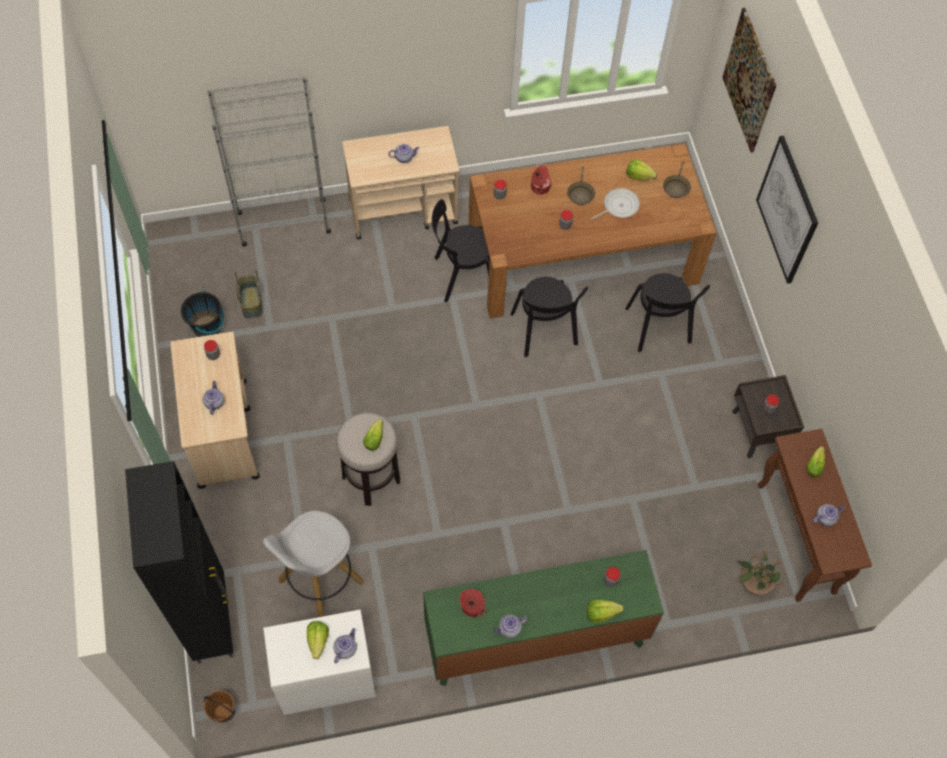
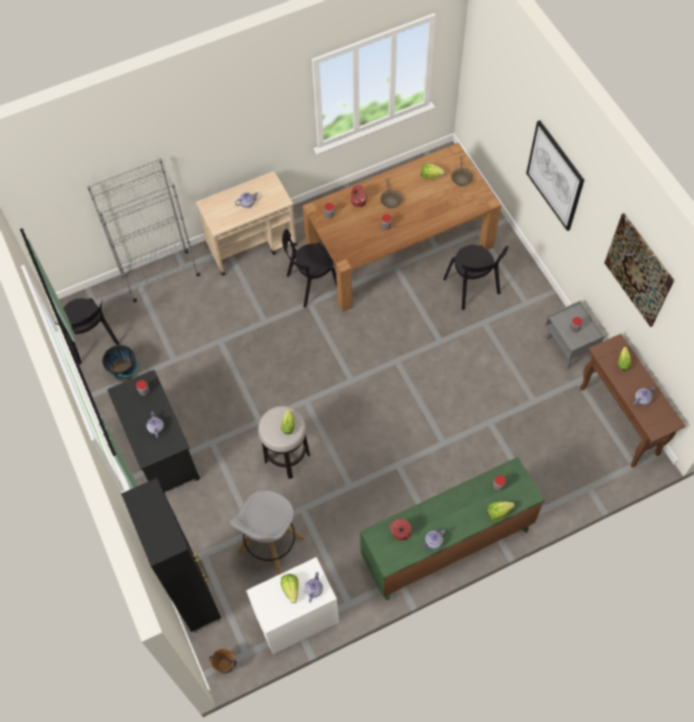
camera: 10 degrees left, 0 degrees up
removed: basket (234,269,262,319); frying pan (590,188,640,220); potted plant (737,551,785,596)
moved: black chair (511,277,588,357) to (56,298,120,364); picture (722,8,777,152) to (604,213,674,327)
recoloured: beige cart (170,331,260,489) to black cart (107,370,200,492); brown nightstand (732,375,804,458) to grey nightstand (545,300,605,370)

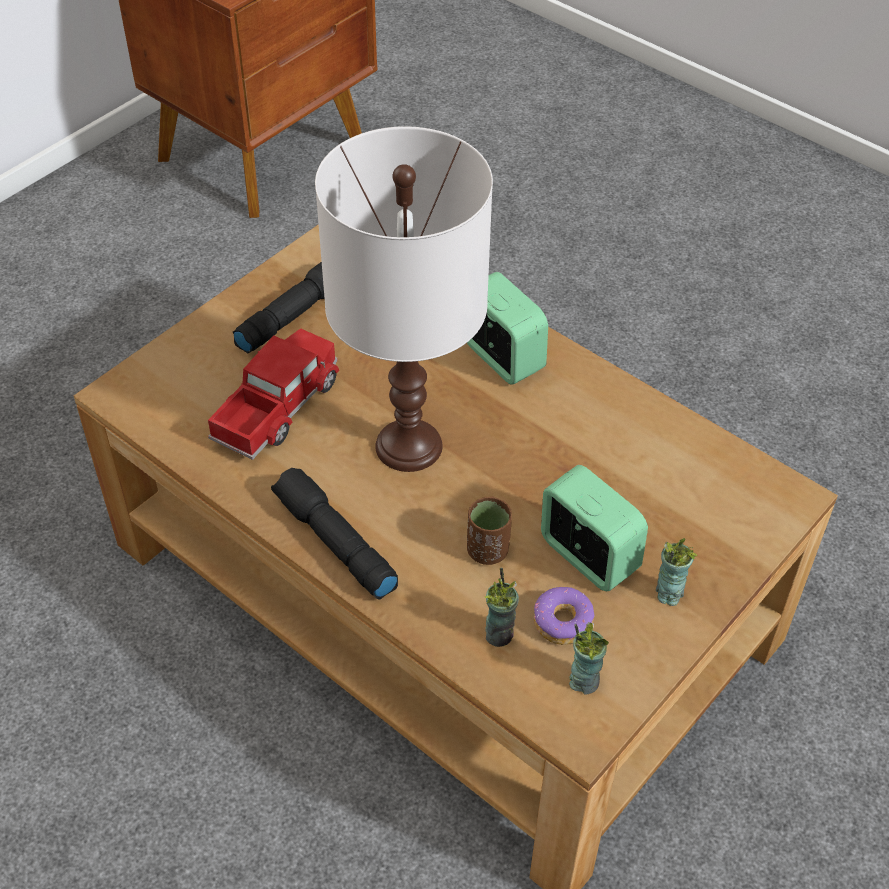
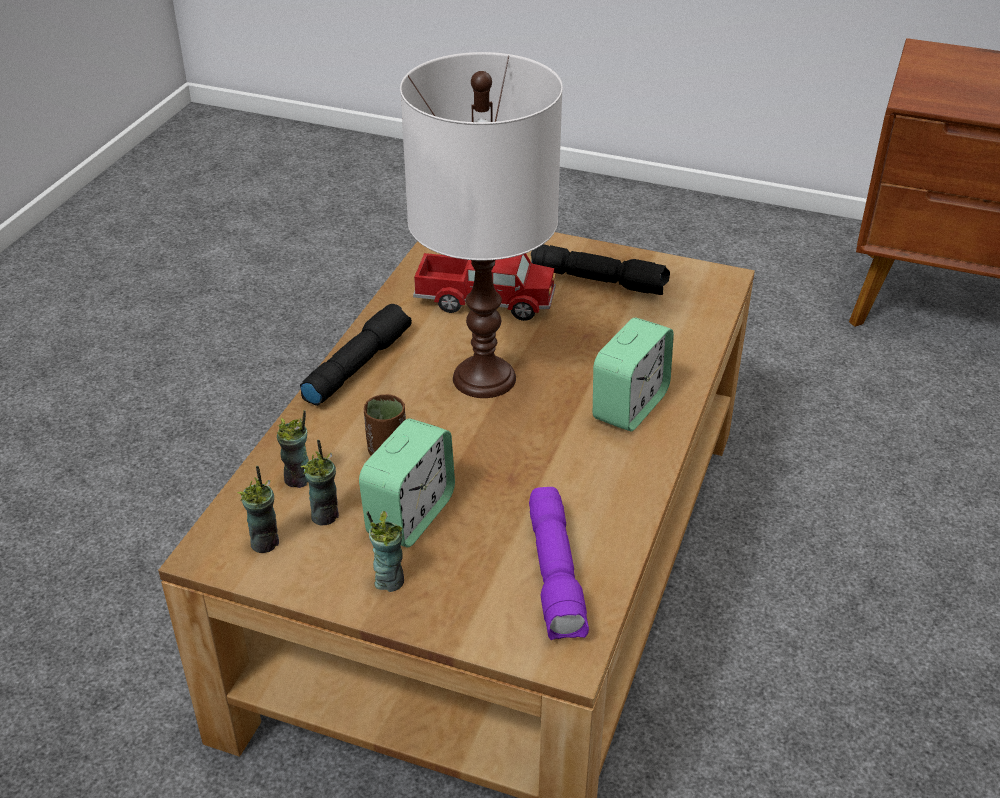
camera: 70 degrees right, 10 degrees down
added: purple flashlight (529,487,589,640)
replaced: donut (534,587,594,645) to cup (301,440,339,526)

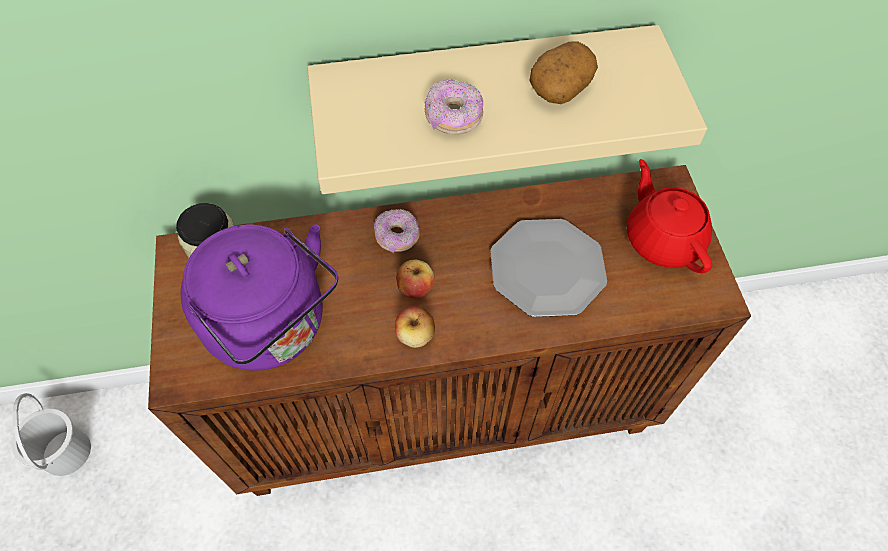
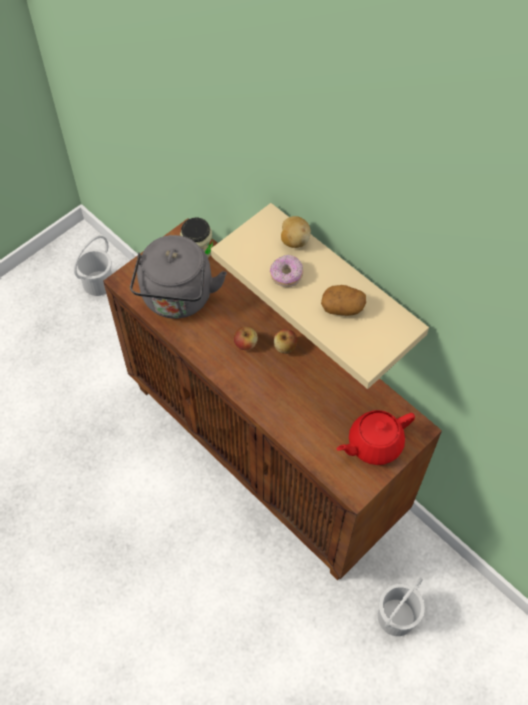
camera: 55 degrees right, 0 degrees up
removed: donut (374,209,420,253); plate (490,219,607,317)
added: potato (281,216,311,248); white bucket (378,578,425,636)
moved: apple (395,306,435,348) to (274,329,297,354)
recoloured: purple kettle (180,224,338,371) to grey kettle (130,235,227,319)
turned: red teapot (627,159,712,273) = (337,410,415,465) 150 degrees counterclockwise

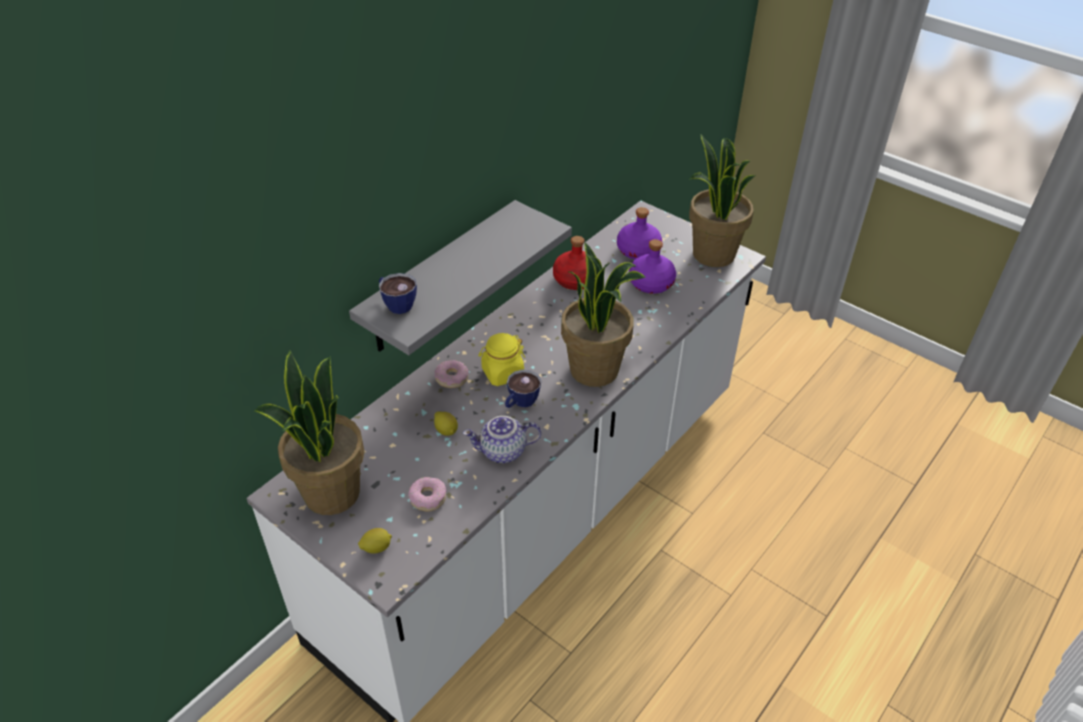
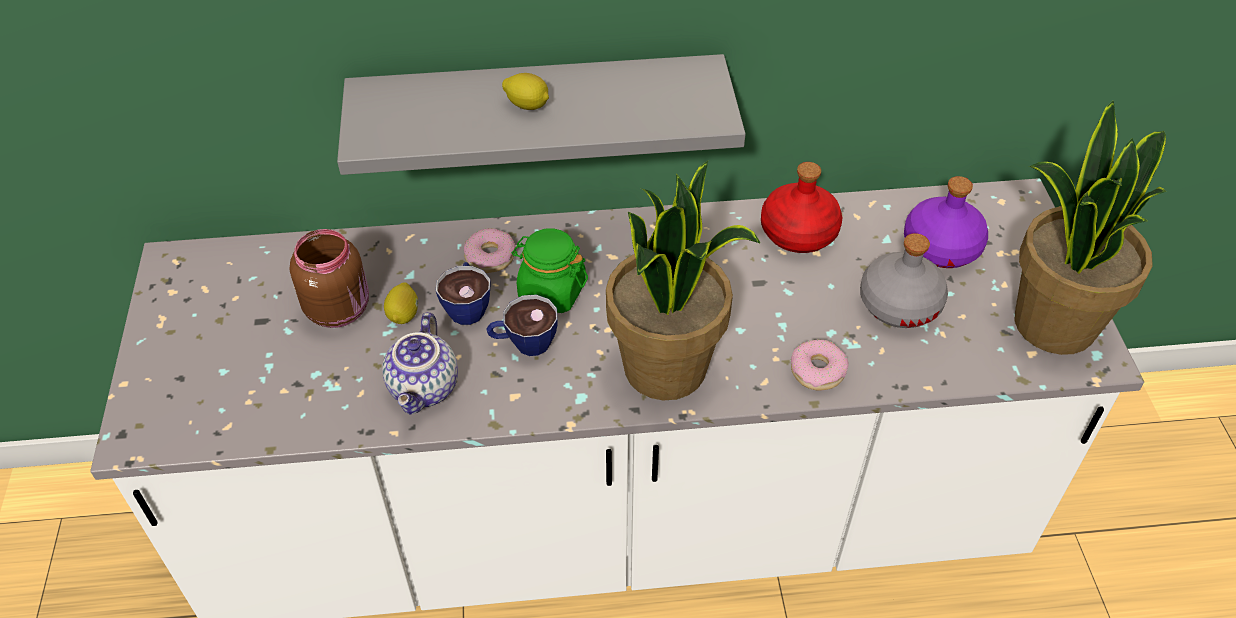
camera: 45 degrees right, 5 degrees up
removed: potted plant (254,350,365,515)
added: brown jar (290,229,369,328)
moved: cup (379,273,417,314) to (436,262,491,325); lemon (358,528,392,554) to (502,73,549,110); donut (408,477,447,511) to (791,339,849,391)
recoloured: yellow jar (478,333,525,386) to green jar (512,229,588,313); purple bottle (629,239,676,294) to grey bottle (860,233,948,328)
turned: teapot (463,416,541,463) = (382,312,458,415) 120 degrees counterclockwise

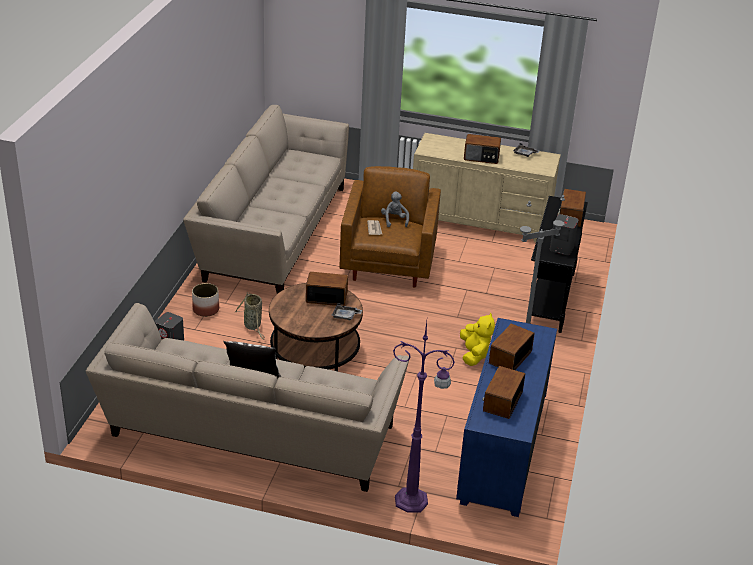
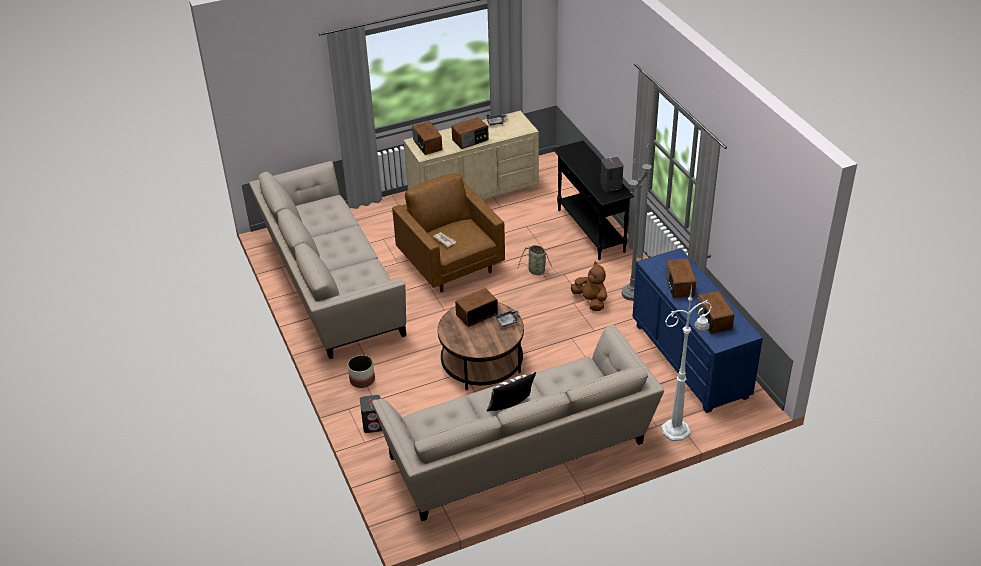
camera: 35 degrees left, 5 degrees up
removed: grey plush toy (381,191,409,227)
moved: radio (558,189,586,227) to (412,121,442,155); basket (234,292,266,339) to (517,245,562,276)
recoloured: yellow plush toy (460,313,495,366) to brown plush toy (571,262,607,311); purple floor lamp (393,321,455,513) to white floor lamp (661,286,712,441)

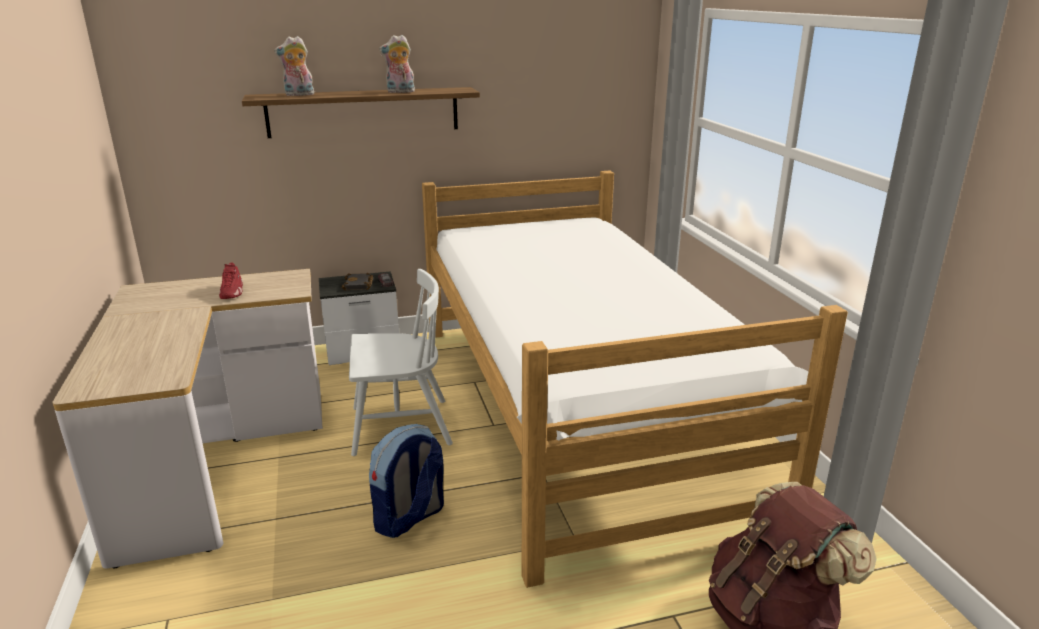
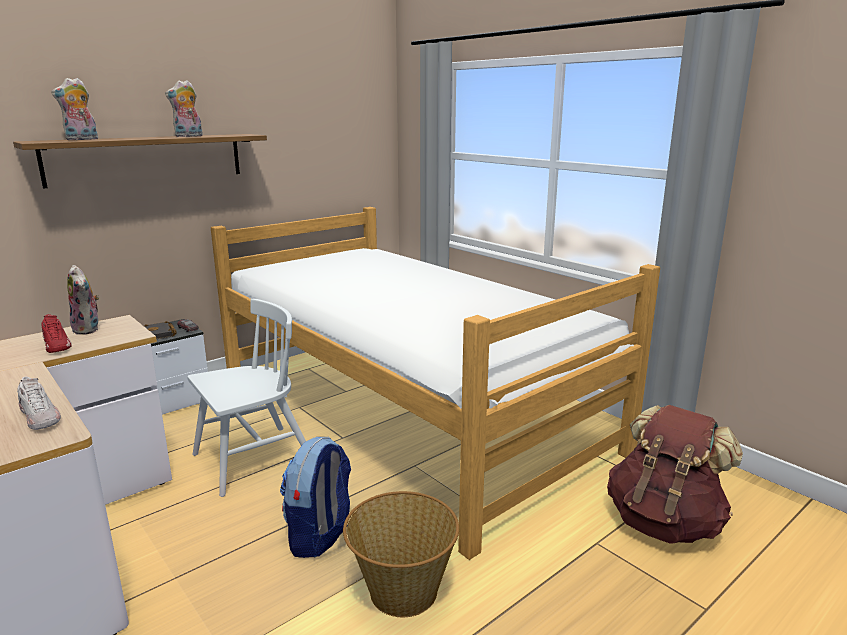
camera: 25 degrees left, 5 degrees down
added: white shoe (17,376,61,430); plush toy (67,265,99,335); basket (343,491,459,617)

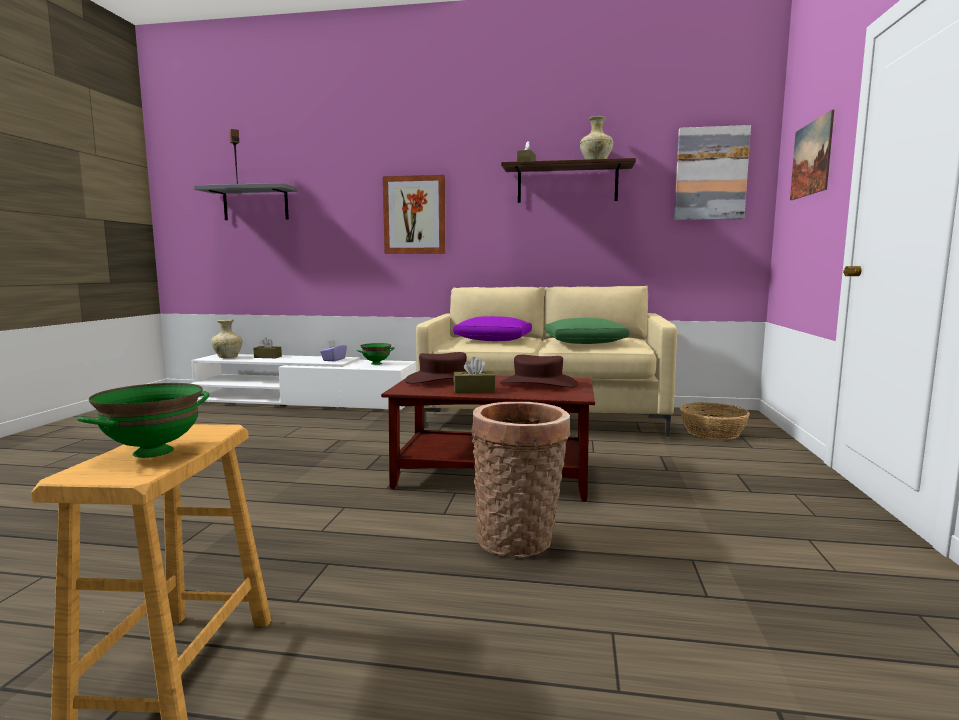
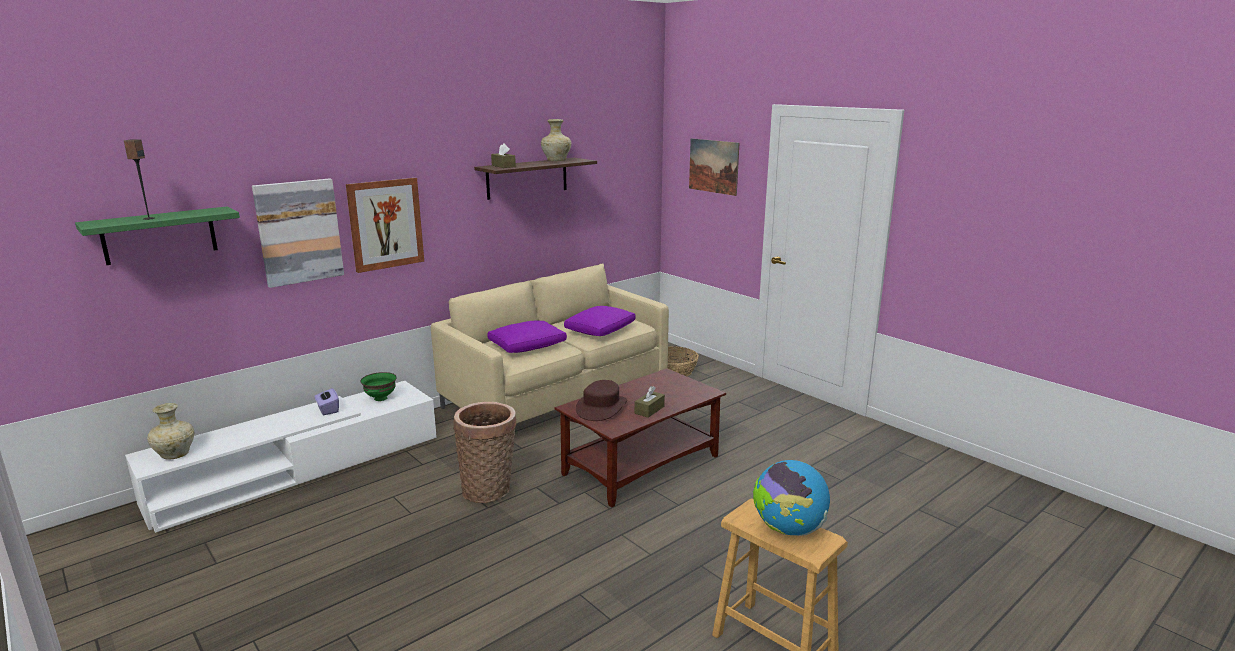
camera: 50 degrees left, 10 degrees up
removed: brown tissue box (253,337,282,358); brown hat (500,355,578,388)
moved: picture (674,125,751,220) to (252,178,344,288); basket (471,402,570,557) to (453,402,517,503)
replaced: green bowl (77,383,209,458) to globe (753,460,830,536)
recoloured: grey shelf (194,183,298,220) to green shelf (75,206,240,265); green pillow (545,318,629,344) to purple pillow (564,306,636,336)

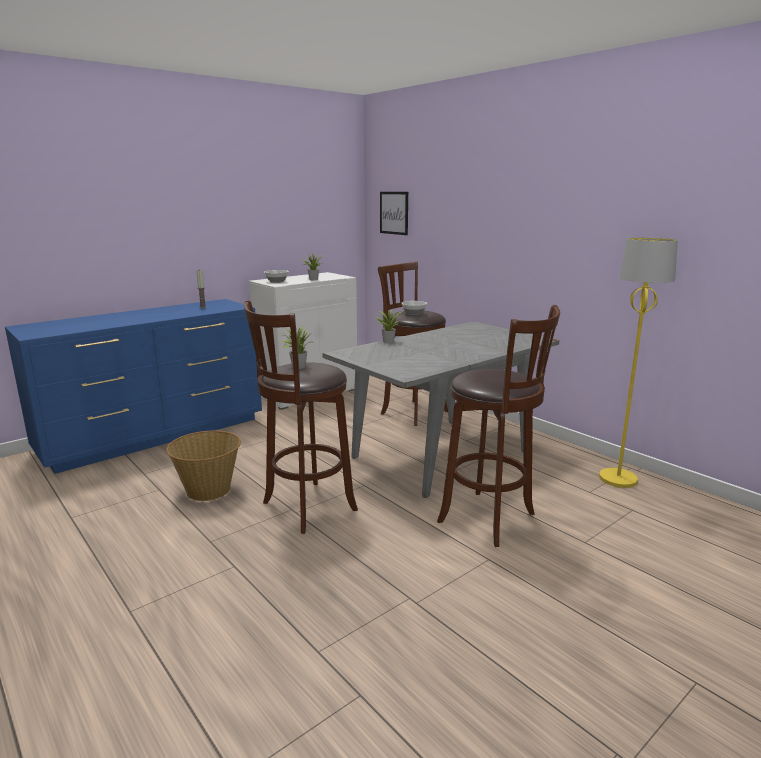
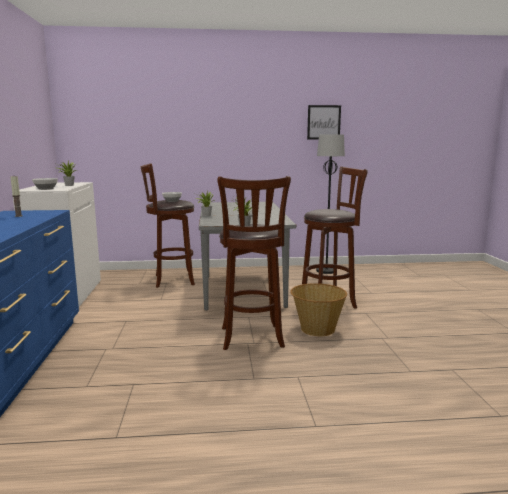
camera: 55 degrees left, 5 degrees down
moved: basket (166,431,241,501) to (290,283,347,336); picture (380,192,408,235) to (307,105,341,139)
recoloured: yellow floor lamp (599,237,678,488) to black floor lamp (316,134,345,274)

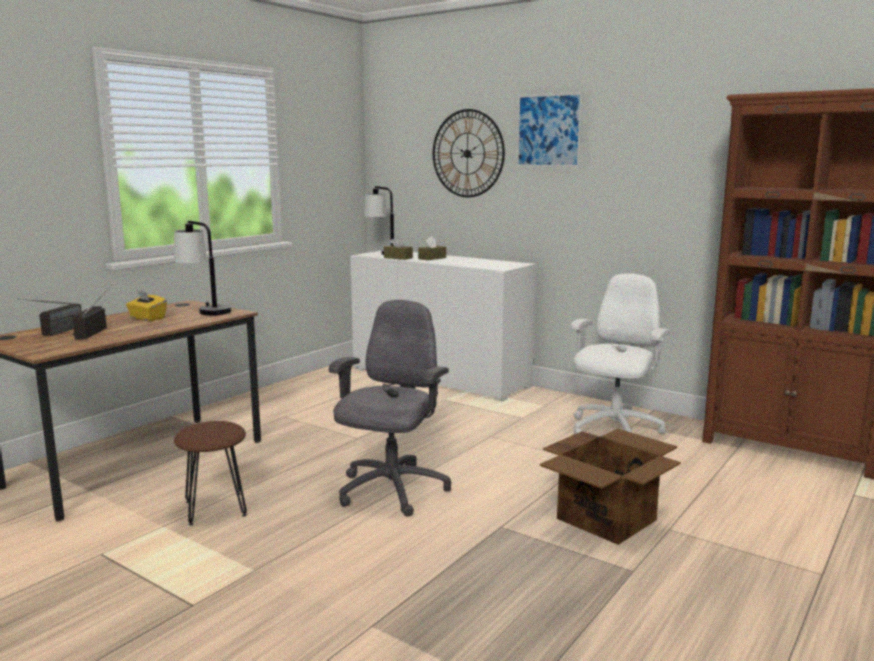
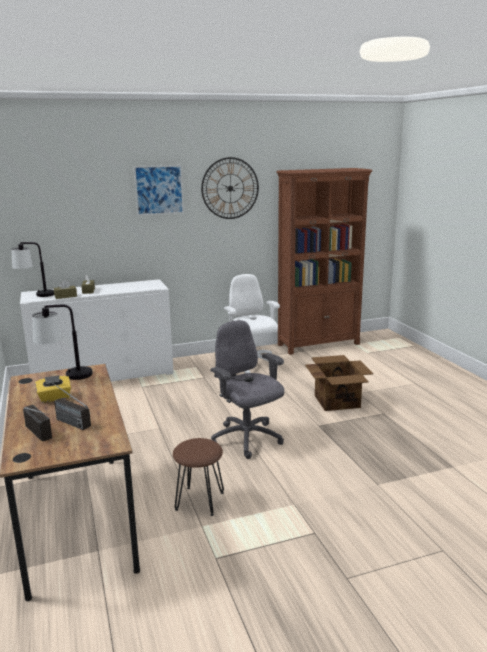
camera: 55 degrees left, 5 degrees up
moved: wall clock (433,109,505,198) to (201,157,259,219)

